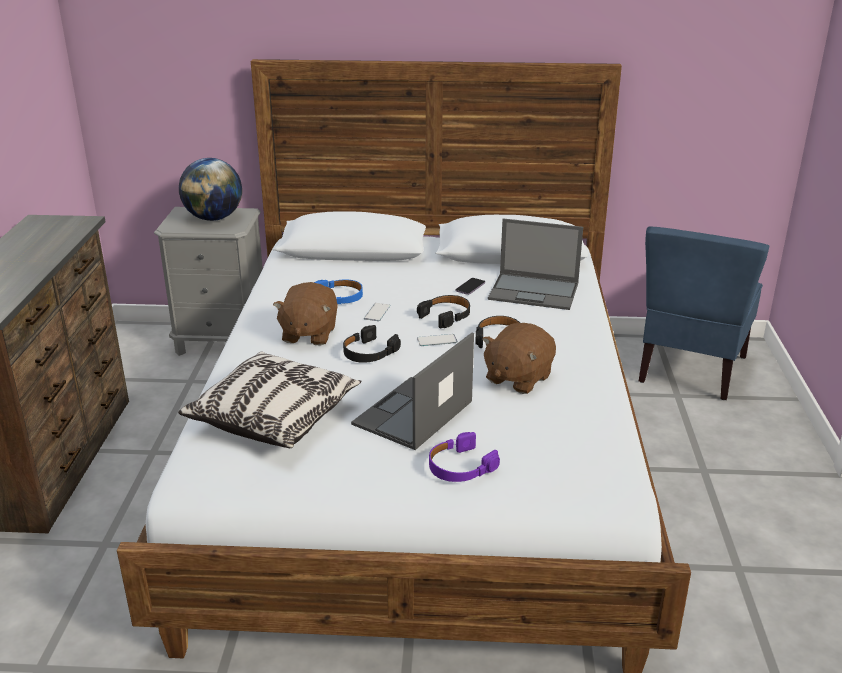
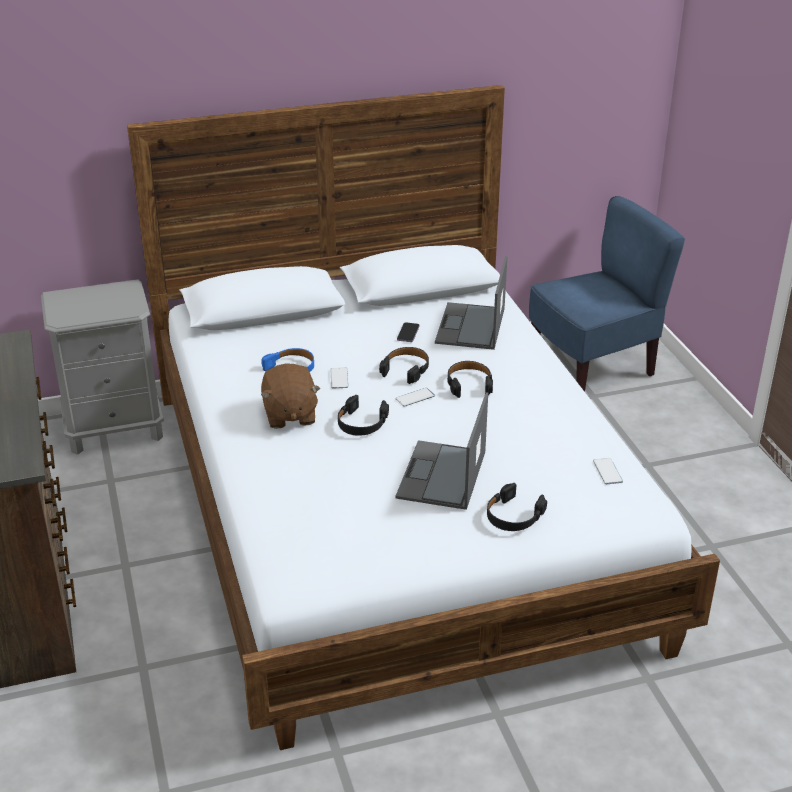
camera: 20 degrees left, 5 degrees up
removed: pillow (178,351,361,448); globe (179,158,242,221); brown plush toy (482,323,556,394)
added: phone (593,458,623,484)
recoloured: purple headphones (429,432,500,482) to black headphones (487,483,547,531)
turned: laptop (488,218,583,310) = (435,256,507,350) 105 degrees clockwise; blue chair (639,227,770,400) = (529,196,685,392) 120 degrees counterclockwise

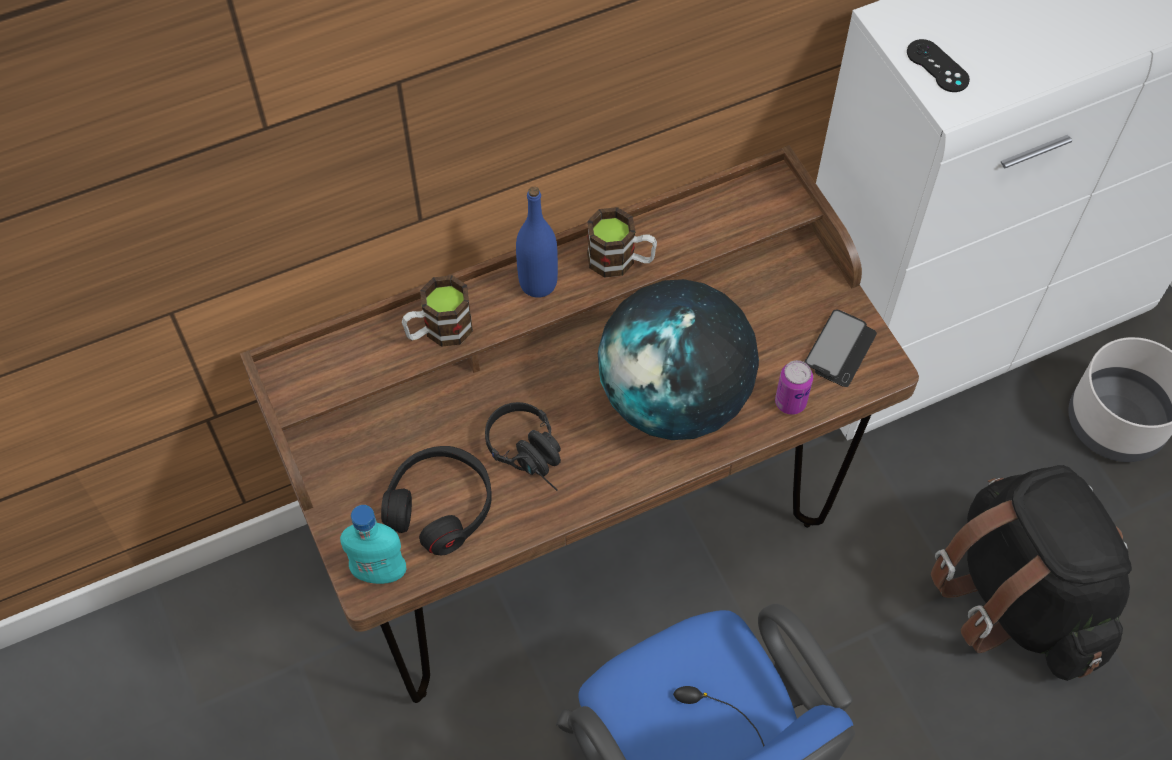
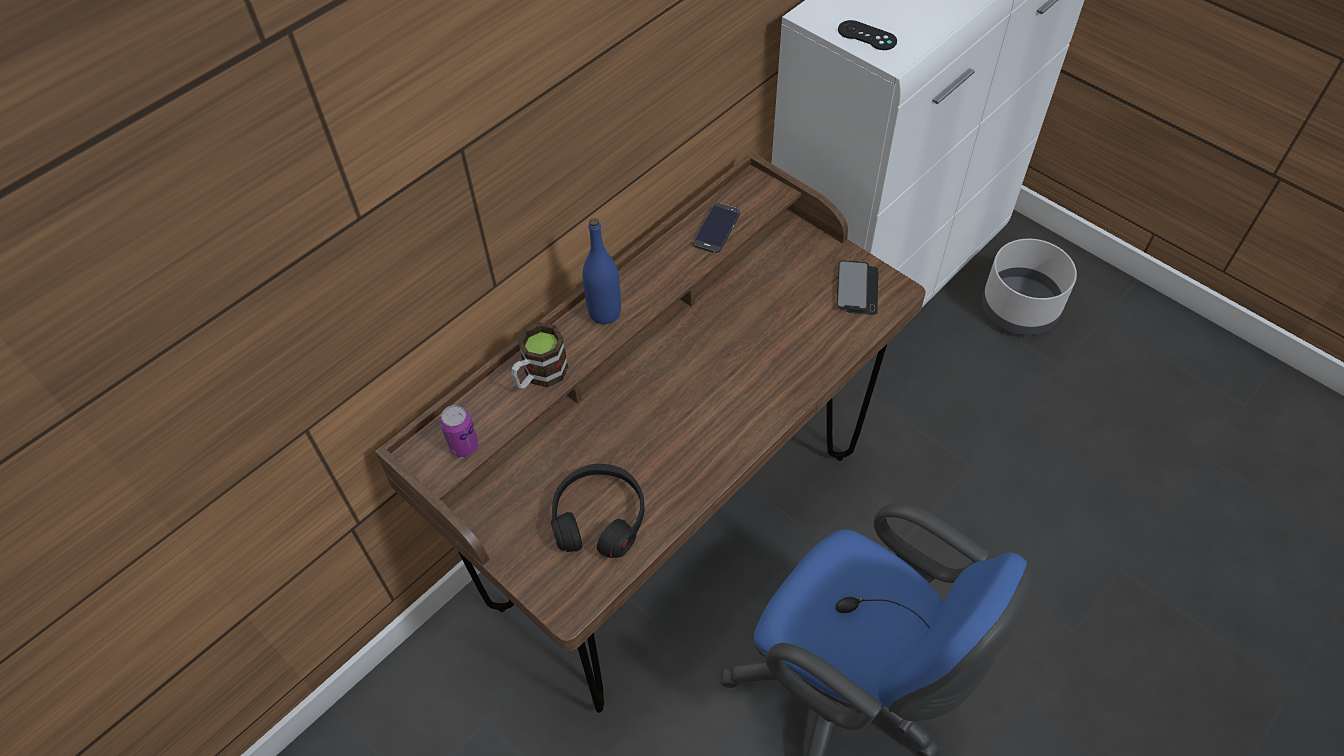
camera: 20 degrees left, 5 degrees down
removed: turquoise bottle (340,505,406,584); black headphones (485,402,561,491); mug (587,207,657,278); globe (598,279,759,440); black backpack (931,465,1132,681)
added: phone (693,203,740,253)
moved: can (775,360,813,415) to (440,405,478,457)

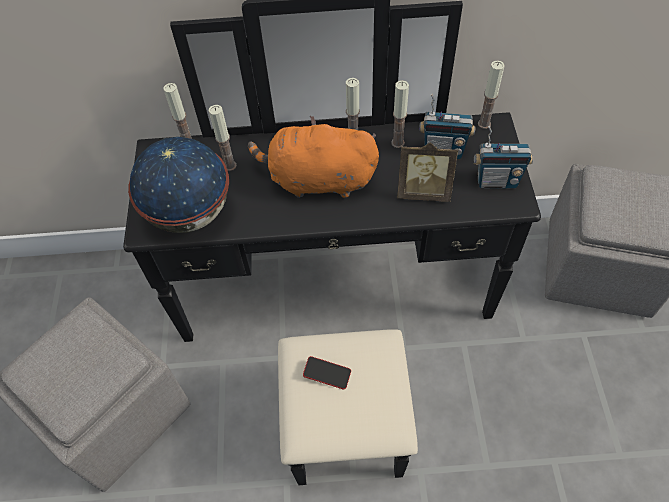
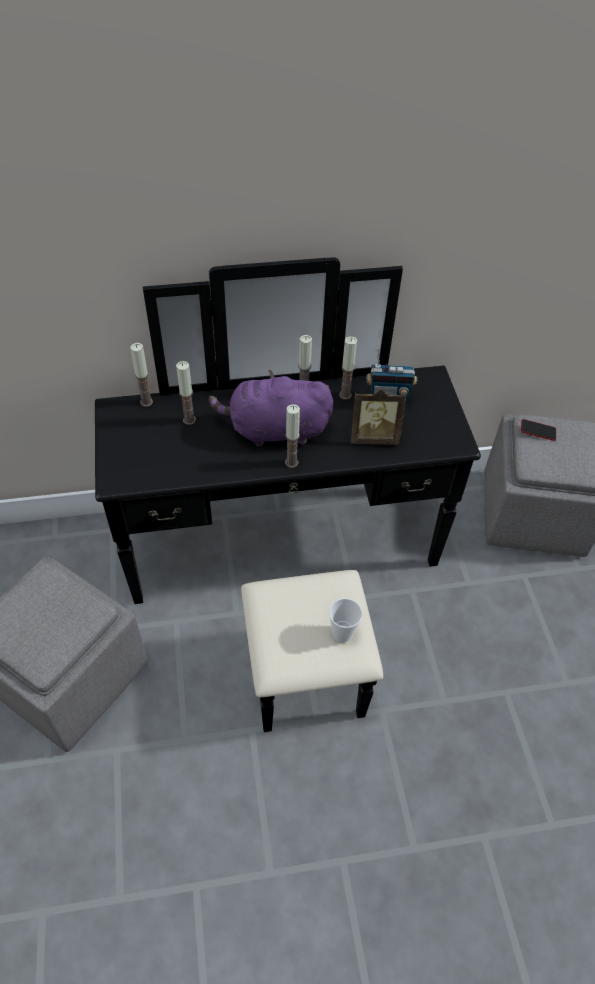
camera: 10 degrees left, 5 degrees down
removed: globe (128,137,229,233); radio (474,126,533,189)
added: cup (329,598,362,642)
moved: candle (478,60,505,129) to (285,404,300,468); phone (303,356,351,390) to (521,419,556,441)
recoloured: orange plush toy (248,116,379,198) to purple plush toy (209,370,333,446)

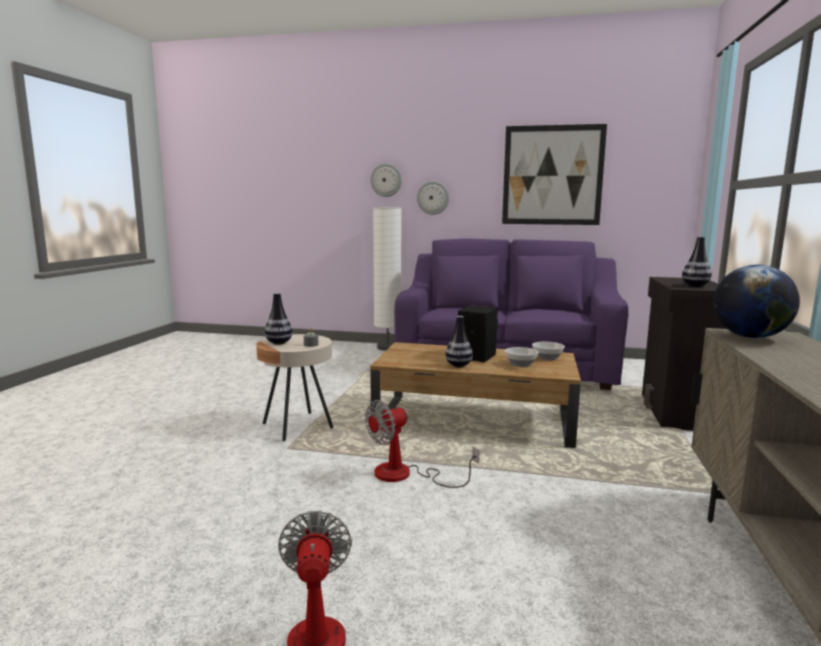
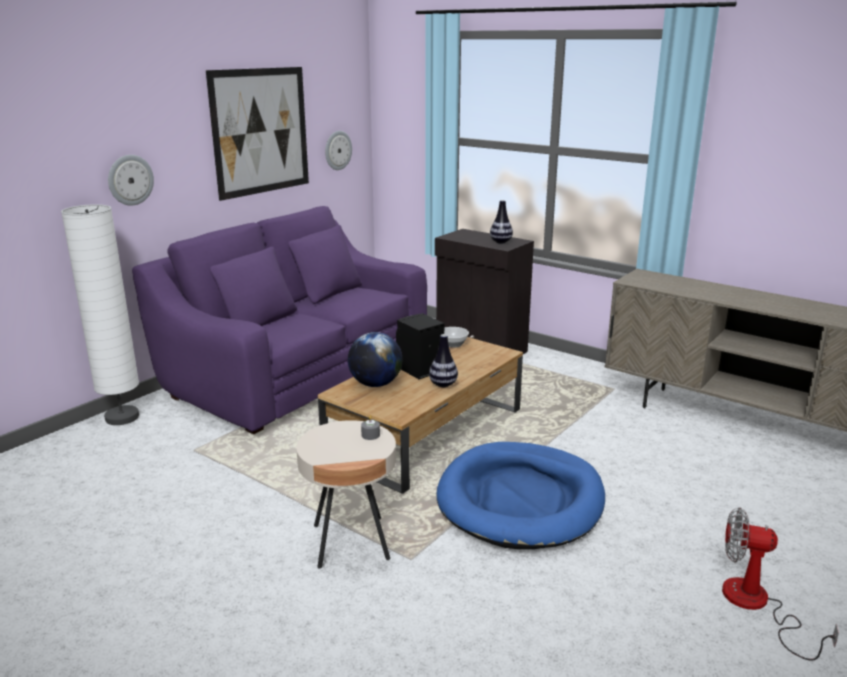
camera: 65 degrees left, 10 degrees up
removed: vase (265,293,293,345); bowl (505,347,539,367)
moved: wall clock (370,163,402,197) to (325,131,352,170); globe (713,265,800,338) to (348,332,402,387)
replaced: fan (365,400,479,488) to blue dog bed (437,442,605,549)

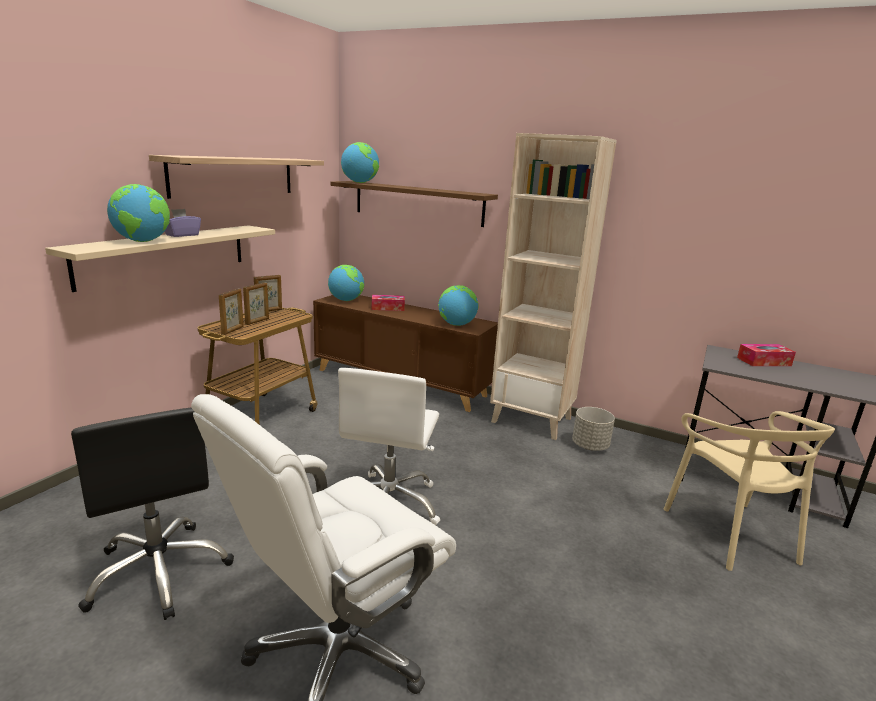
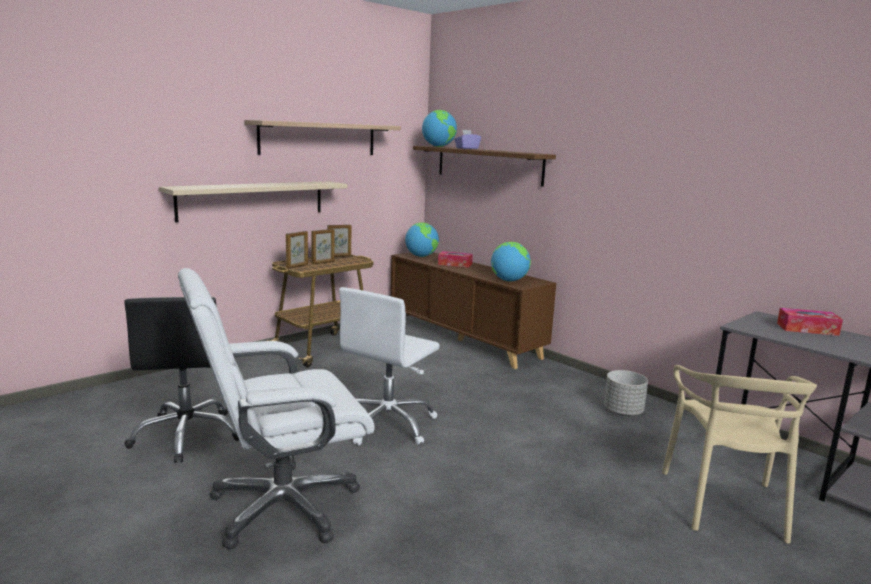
camera: 20 degrees right, 5 degrees down
removed: globe (107,184,170,242); beige bookcase (490,133,617,440)
moved: purple tissue box (165,209,201,237) to (454,130,481,149)

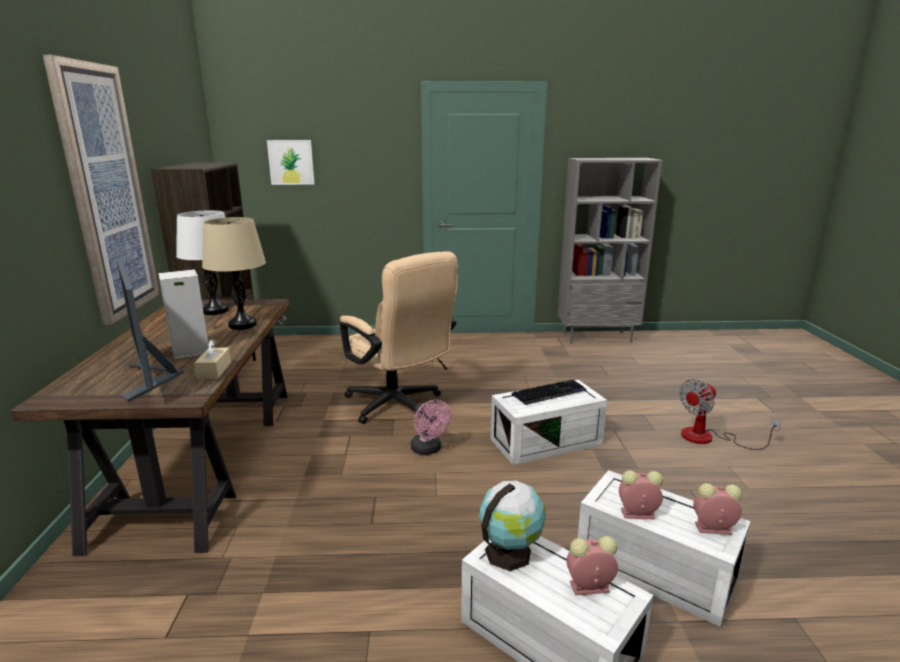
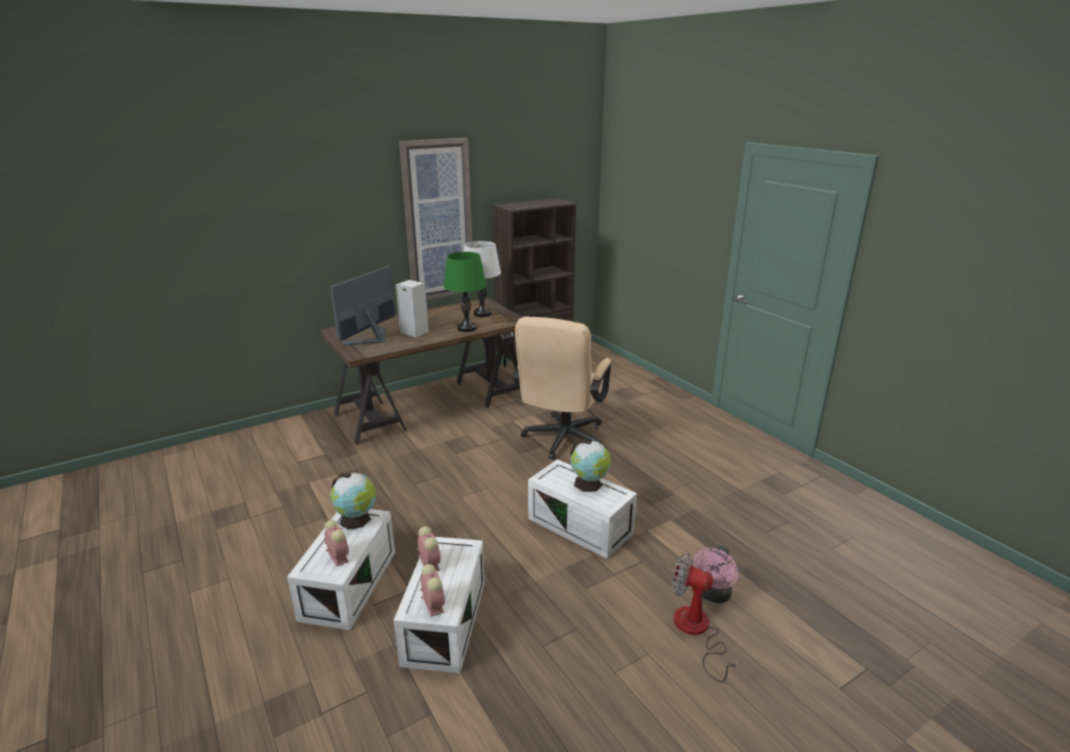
camera: 60 degrees right, 5 degrees up
removed: beige tissue box (194,339,231,379); picture (267,140,315,185); grey bookcase (557,158,662,344)
moved: pink fan (411,400,451,455) to (693,546,738,603)
replaced: keyboard (512,380,587,405) to globe (570,440,611,492)
recoloured: beige table lamp (202,217,266,330) to green table lamp (444,252,486,332)

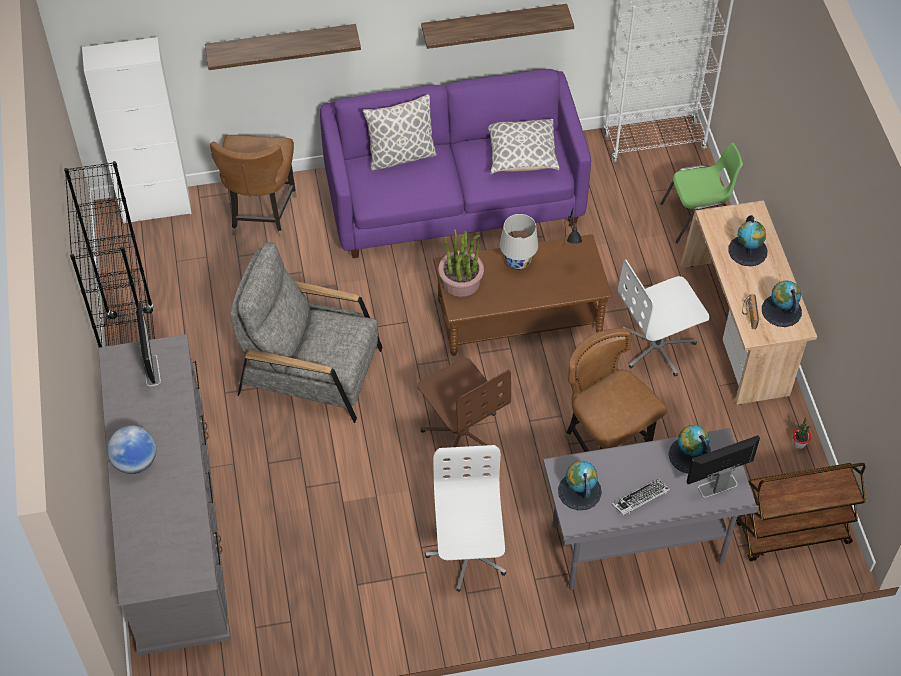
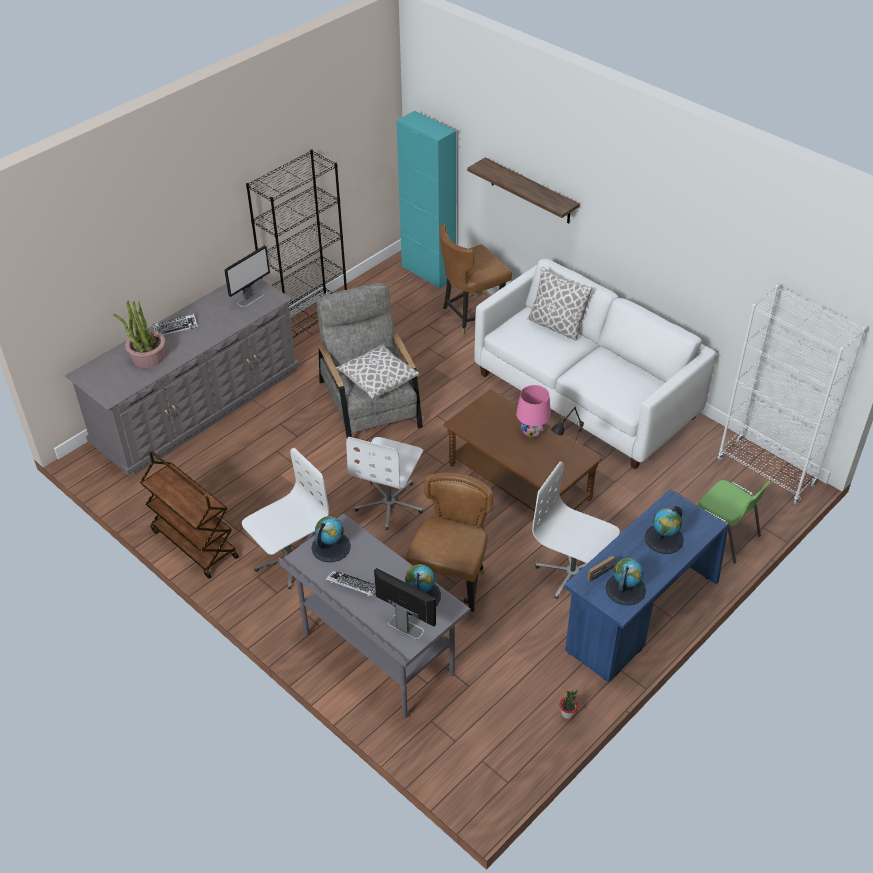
camera: 55 degrees right, 10 degrees down
removed: shelf (421,4,574,49)
moved: potted plant (438,229,484,297) to (113,300,166,368); brown cart (736,463,866,561) to (140,451,239,579); pillow (488,119,560,174) to (336,345,419,400)
replaced: globe (107,425,156,474) to keyboard (152,314,198,336)
recoloured: brown office chair (417,358,511,461) to white office chair (346,437,423,530); white cabinet (82,37,192,224) to turquoise cabinet (396,111,456,289); purple sofa (320,69,591,258) to white sofa (474,259,716,469); white table lamp (500,214,538,270) to pink table lamp (516,385,551,438); beige desk (680,200,817,404) to blue desk (564,489,729,682)

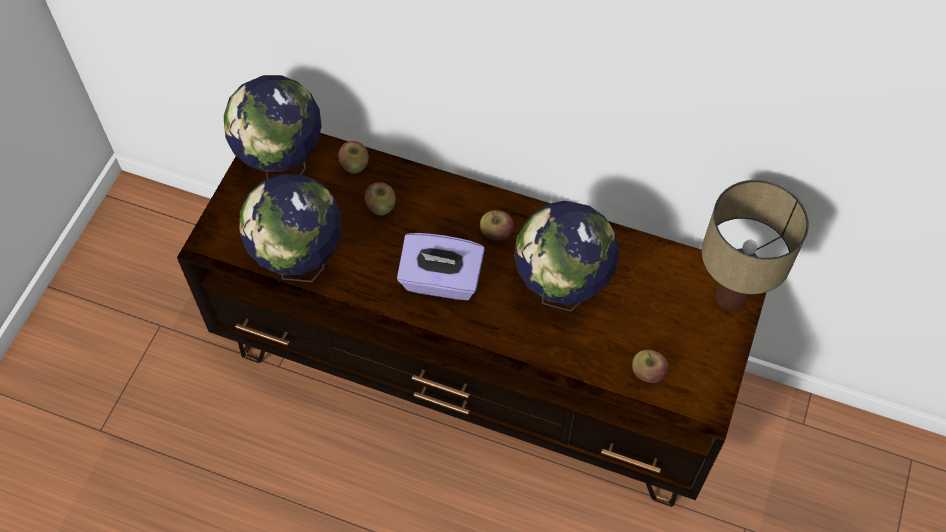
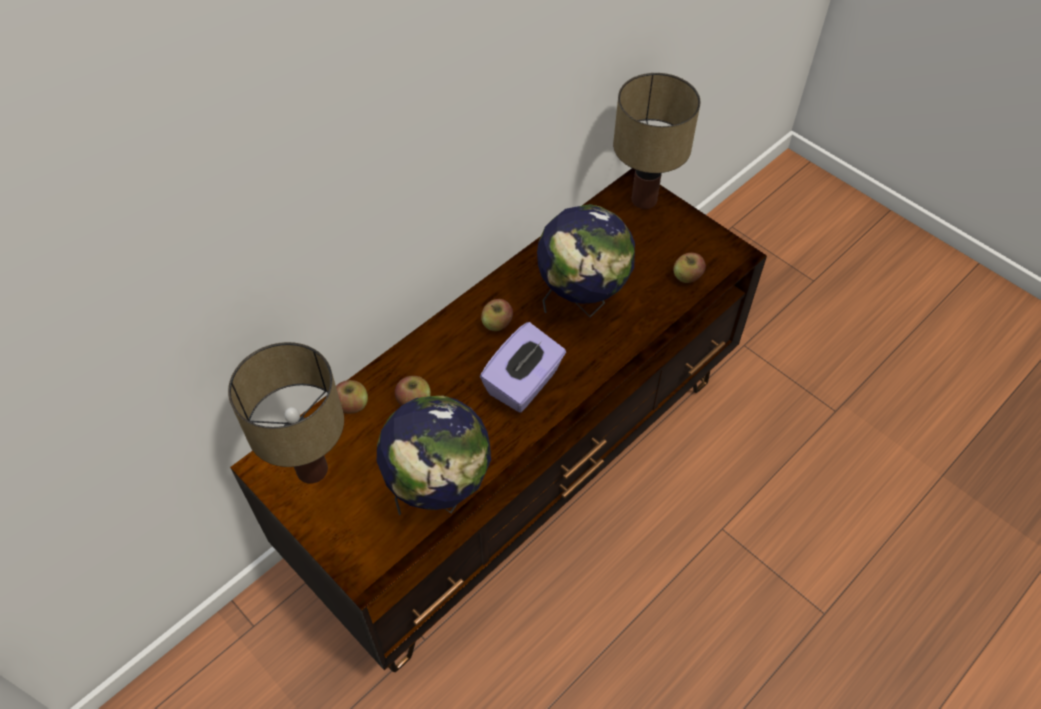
camera: 65 degrees left, 5 degrees down
replaced: globe (224,75,322,179) to table lamp (228,342,344,484)

